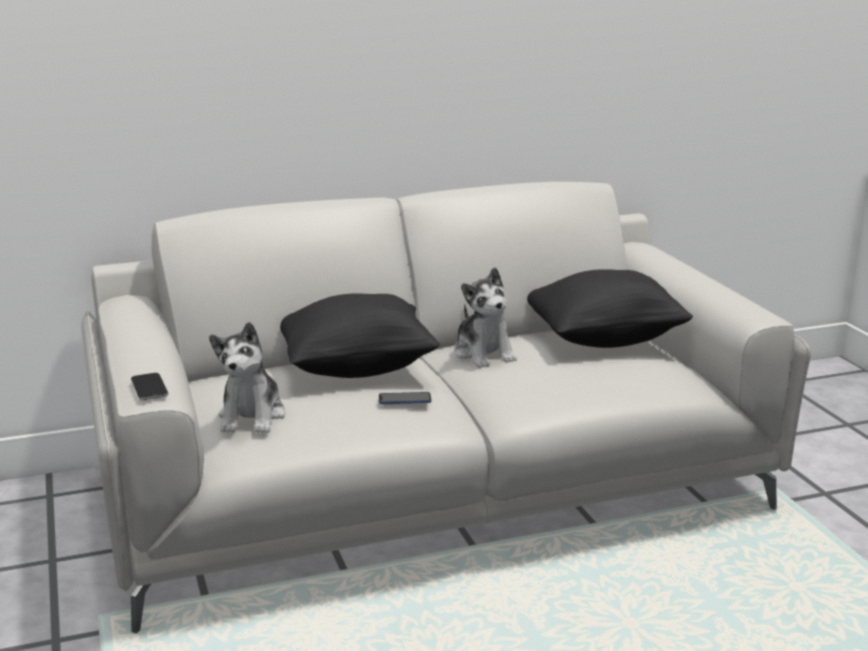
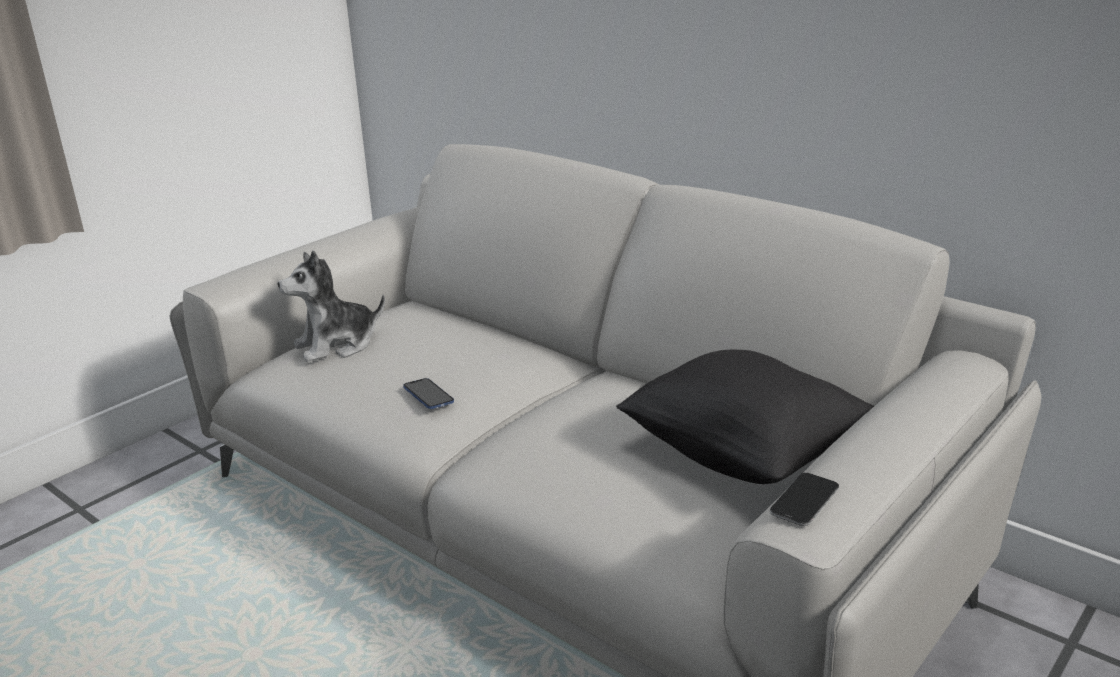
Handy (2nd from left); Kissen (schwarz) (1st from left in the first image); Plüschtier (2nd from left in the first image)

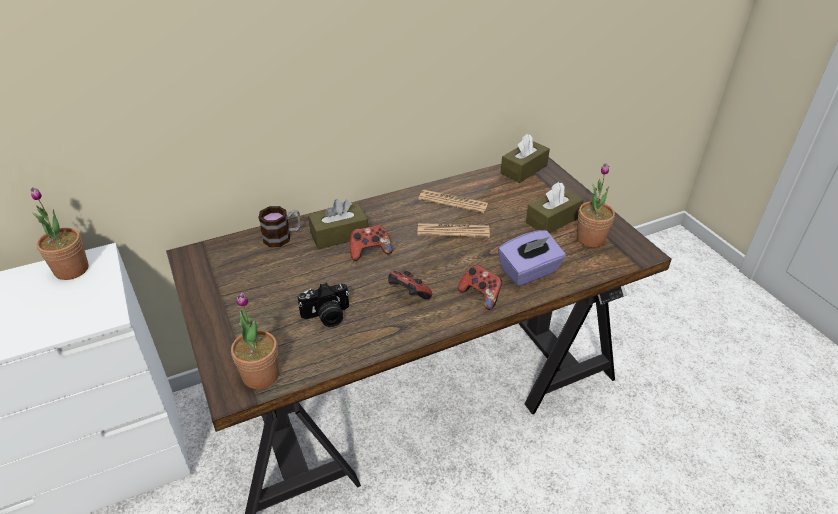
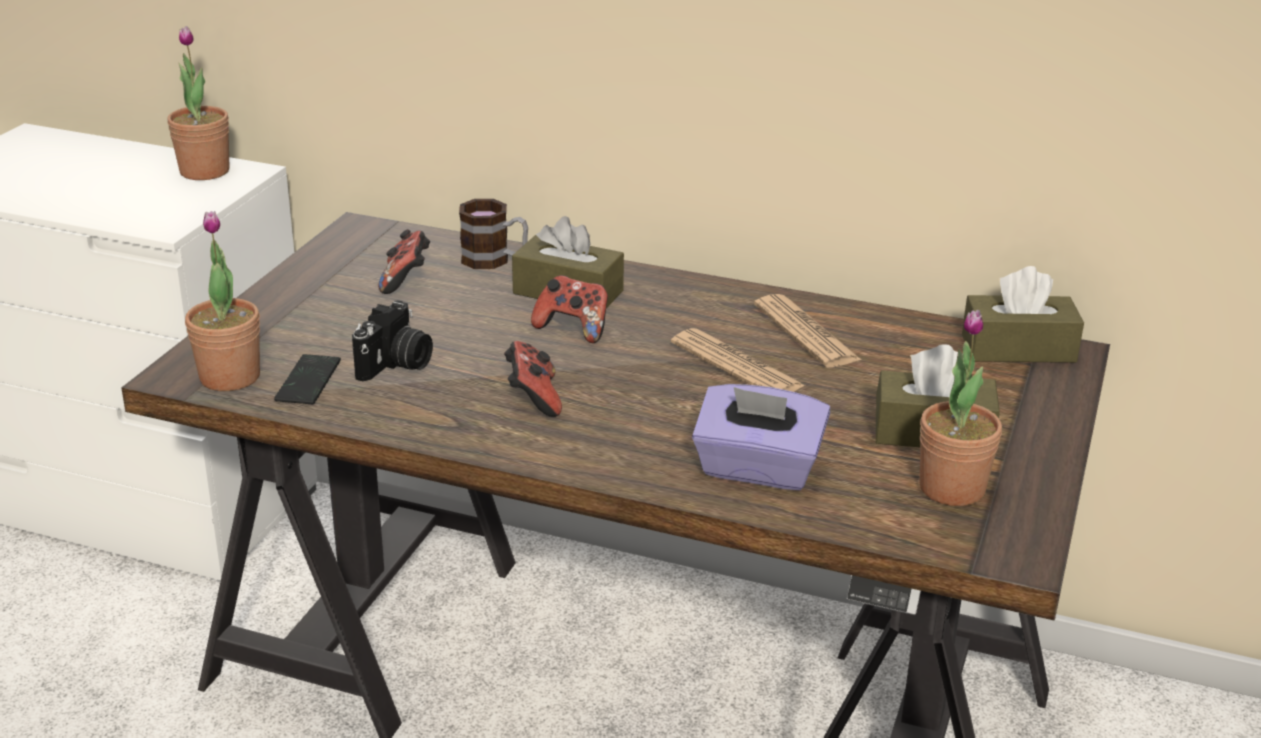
Handy; Kamera; Gamepad (1st from left)

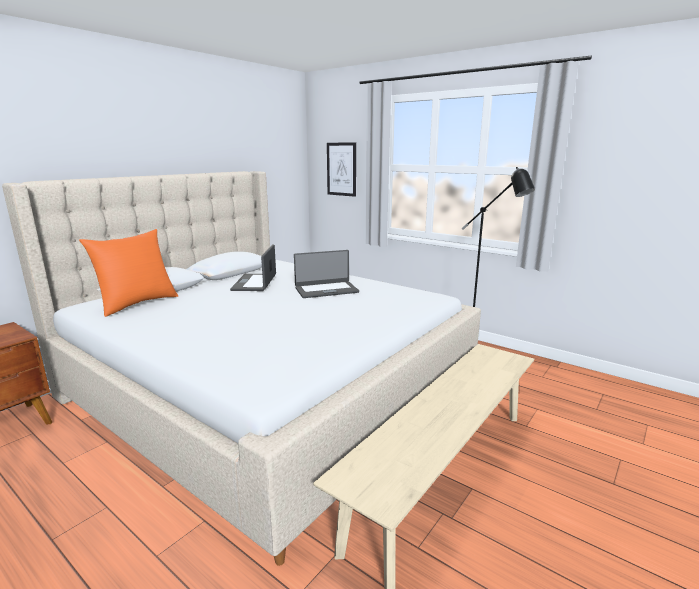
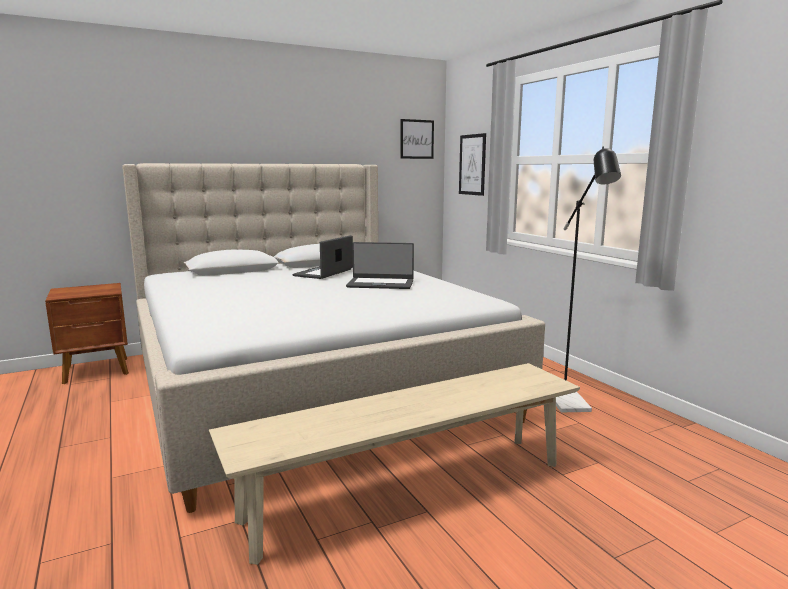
Bild (1st from left); Kissen (orange)

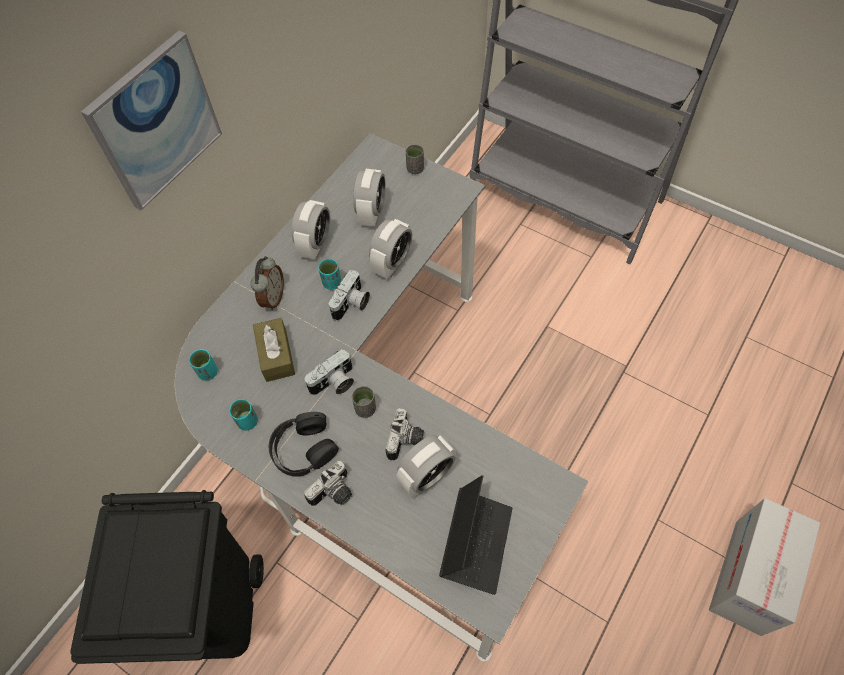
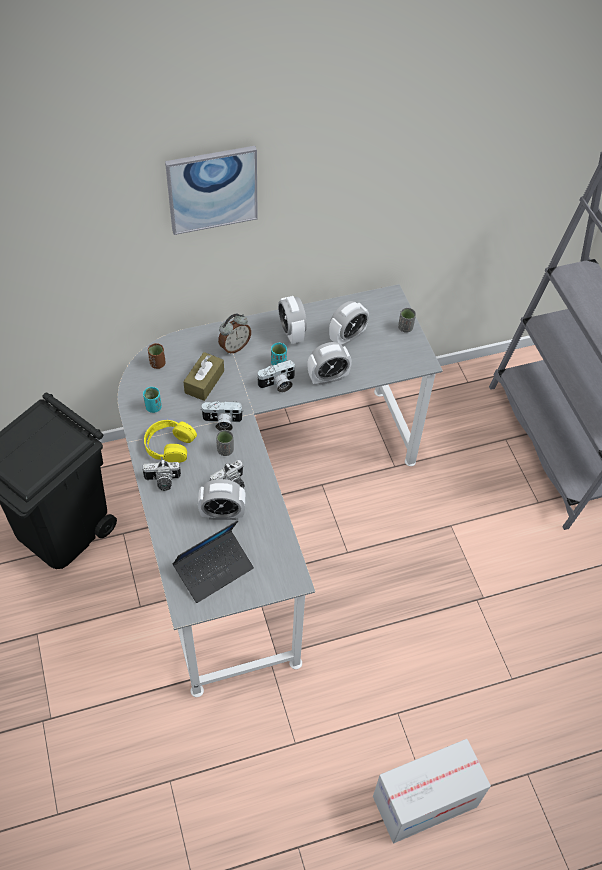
Kopfhörer (gelb); Tasse (braun); Wecker (3rd from left)

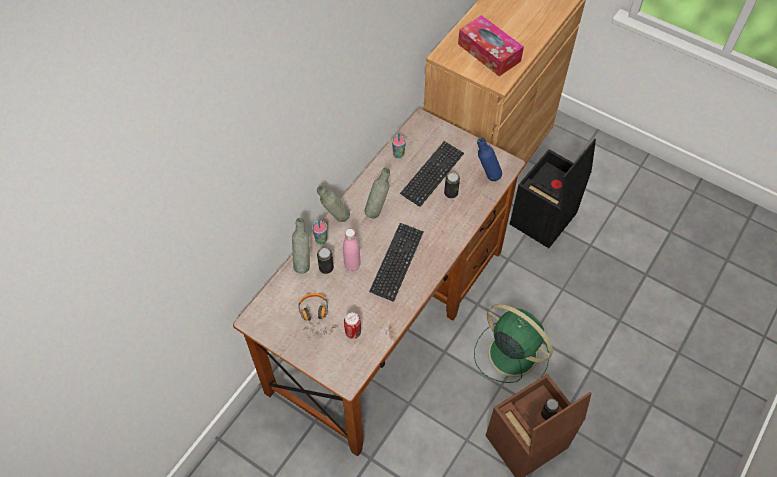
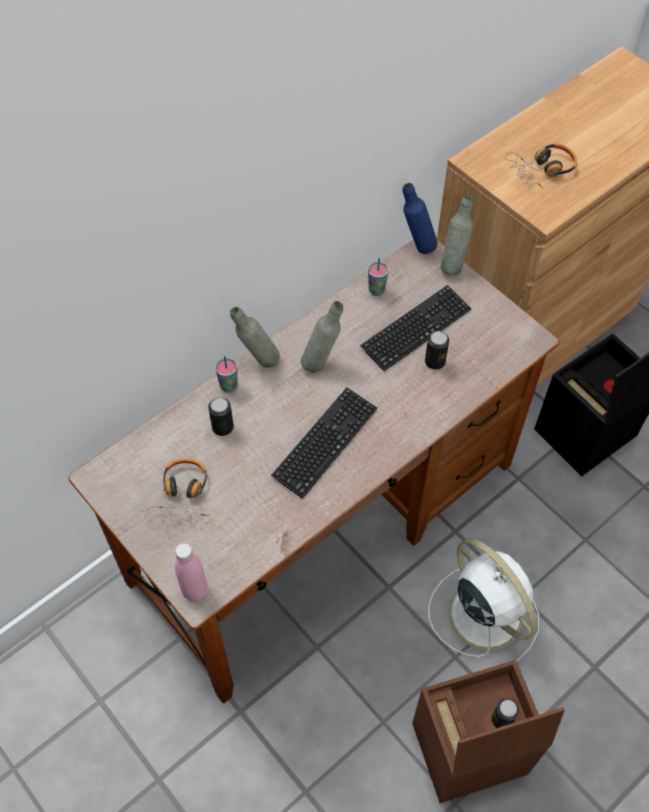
Flasche (rosa); Flasche (blau); Ventilator (weiß); Flasche (grau) (3rd from left); Kopfhörer (2nd from left); Dose (2nd from left in the first image)

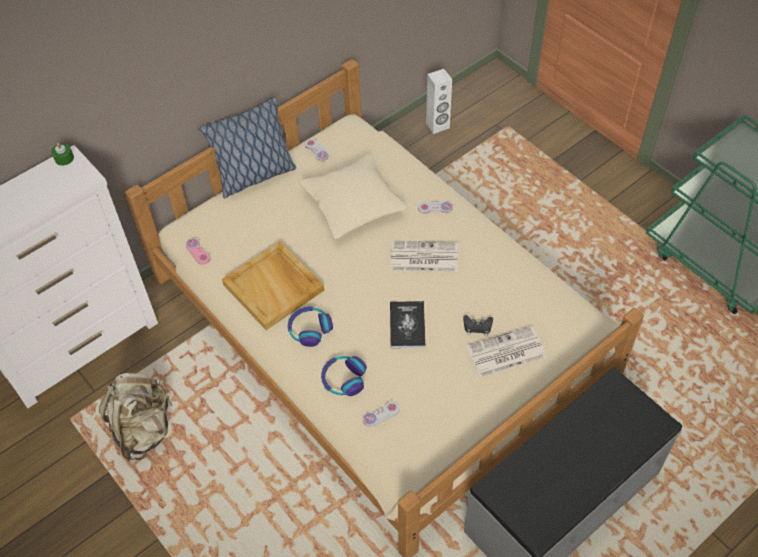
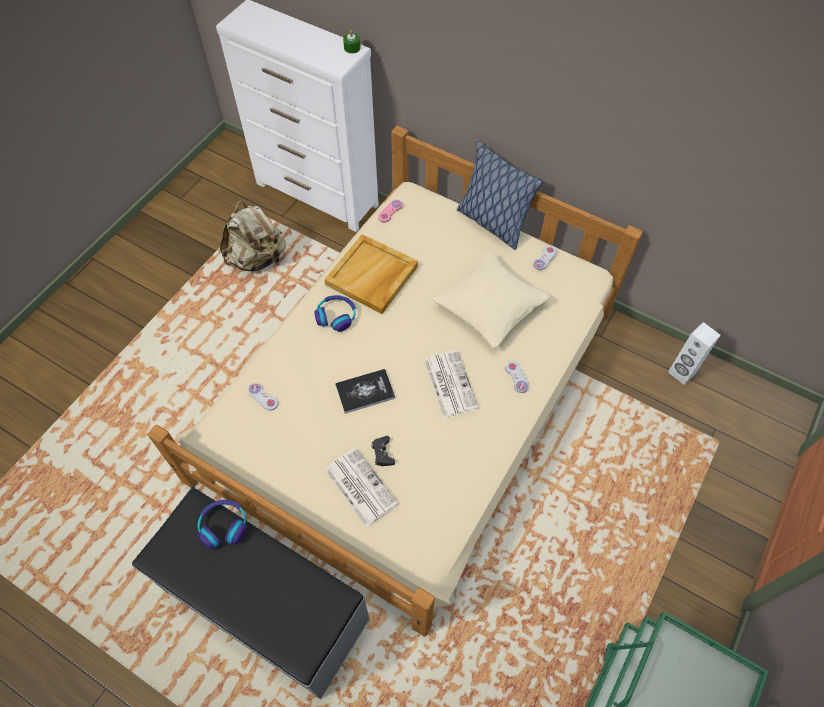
Kopfhörer (1st from left)

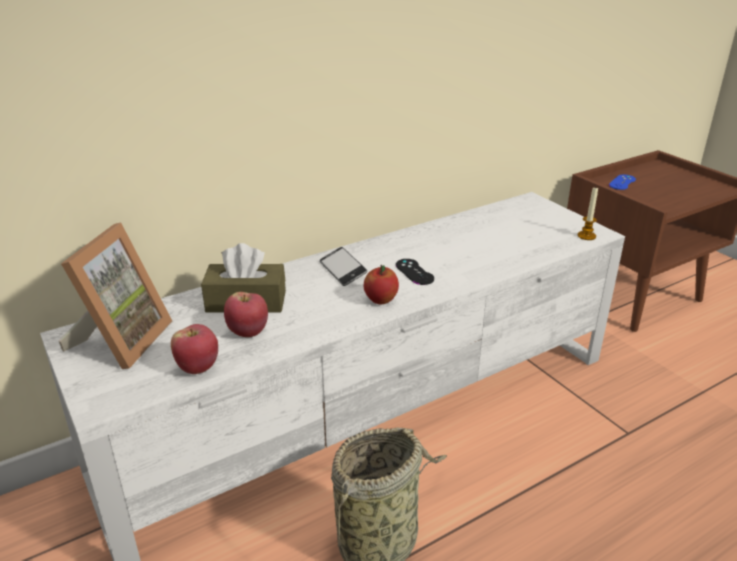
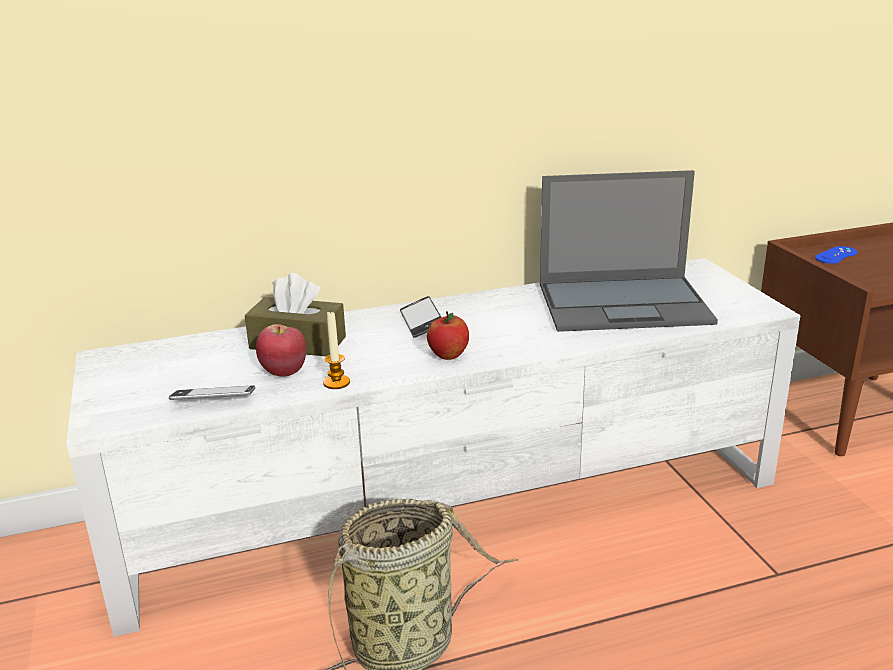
Handy (1st from left); Kerze; Laptop; Bilderrahmen; Gamepad (schwarz)

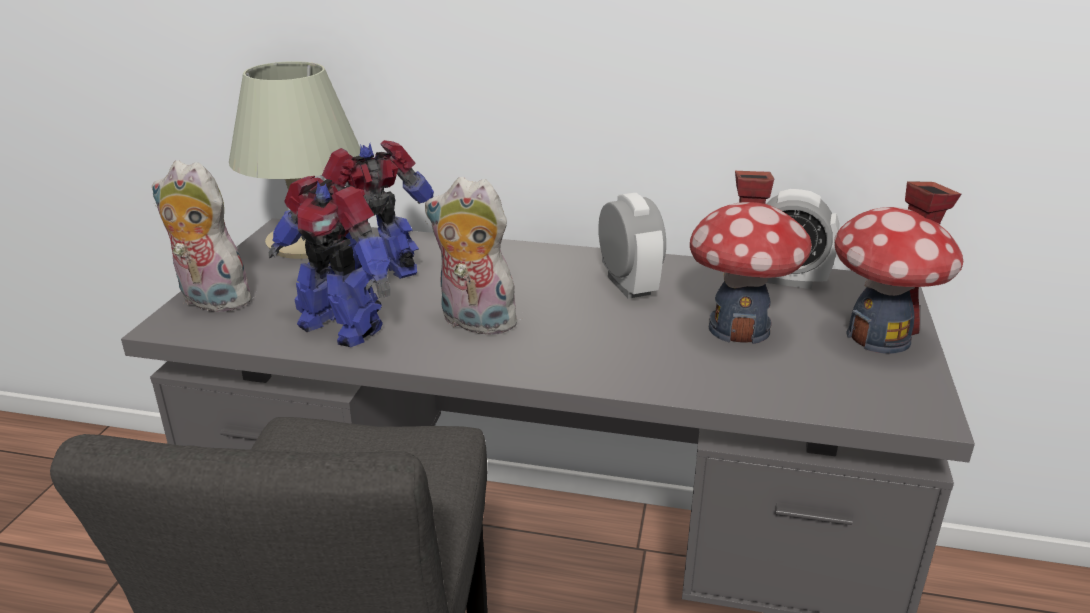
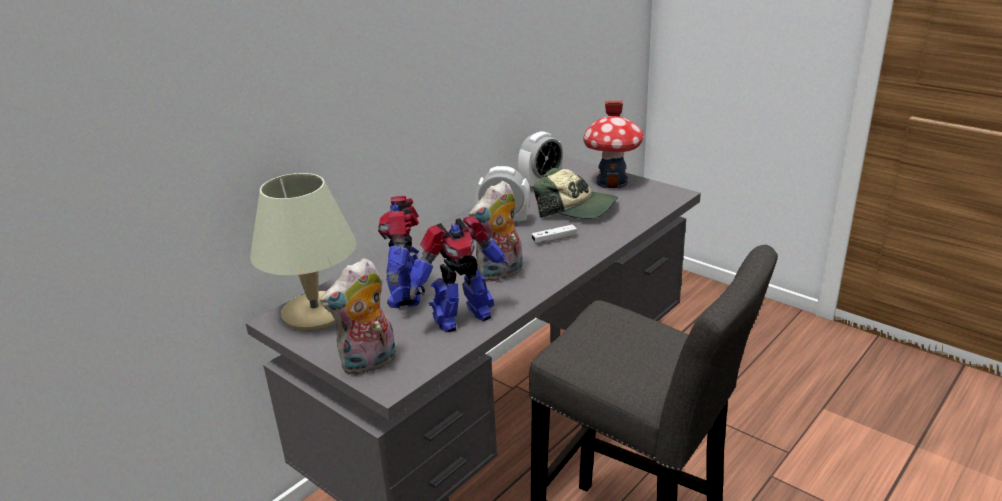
Gamepad (weiß); Kappe

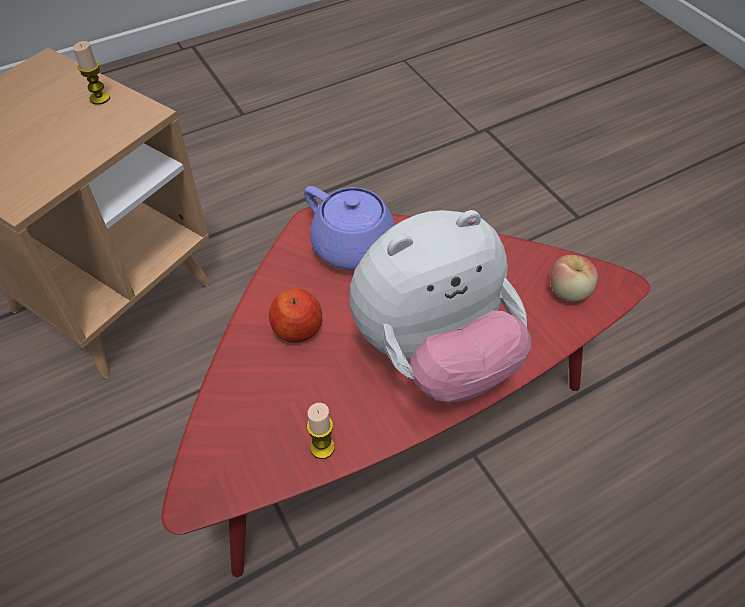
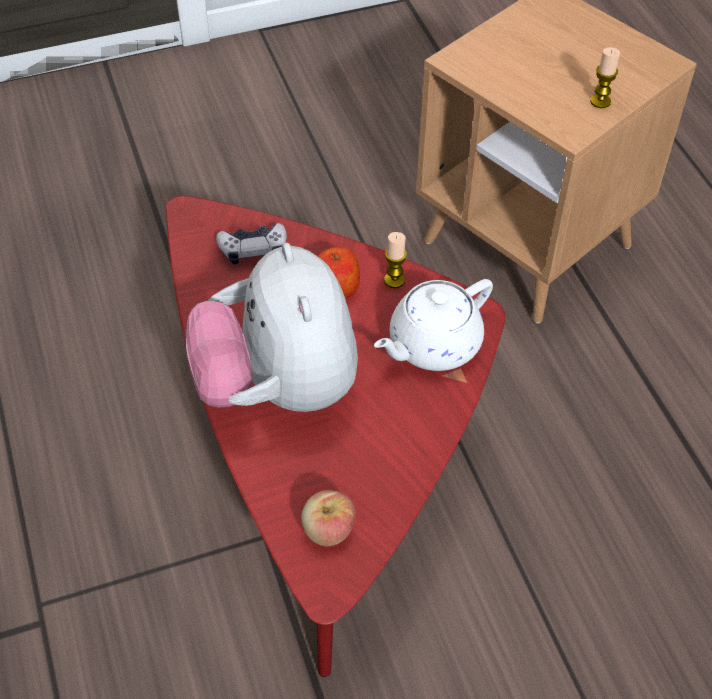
Gamepad; Teekanne (weiß); Kerze (1st from left)

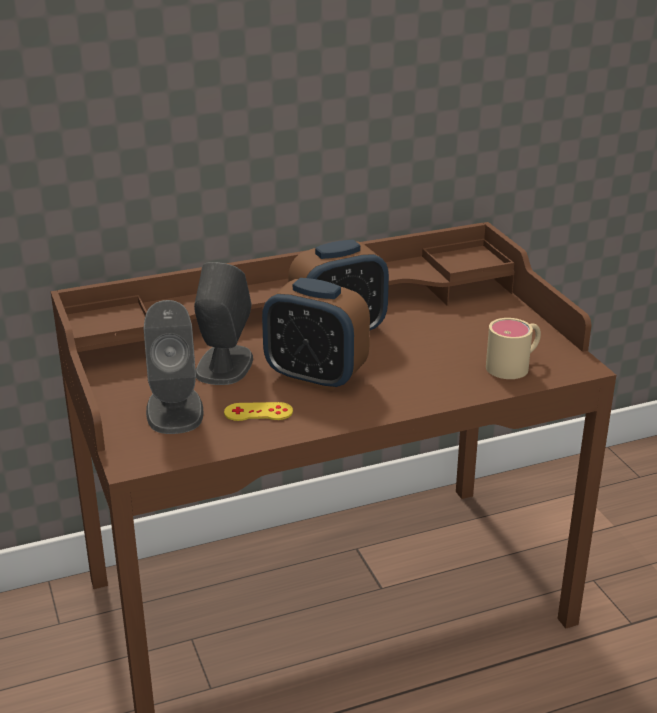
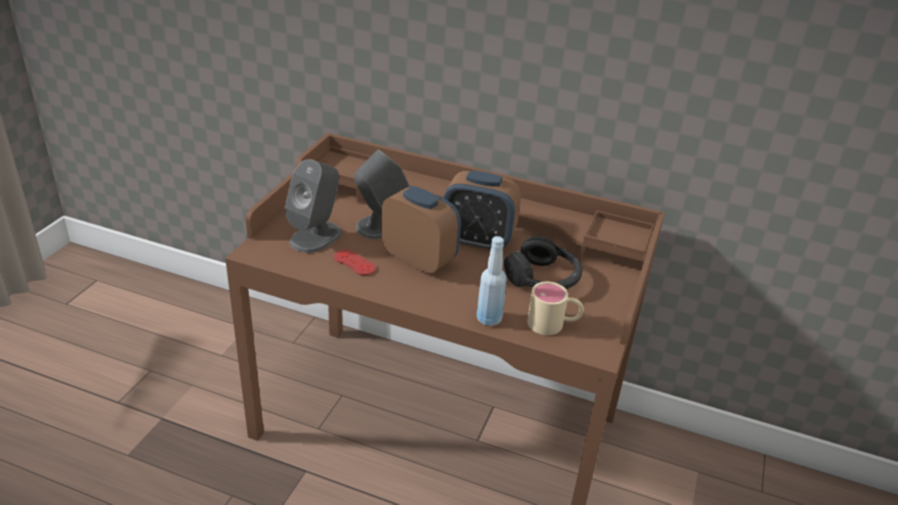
Gamepad (rot); Wecker (1st from left); Flasche (blau); Kopfhörer (schwarz)

